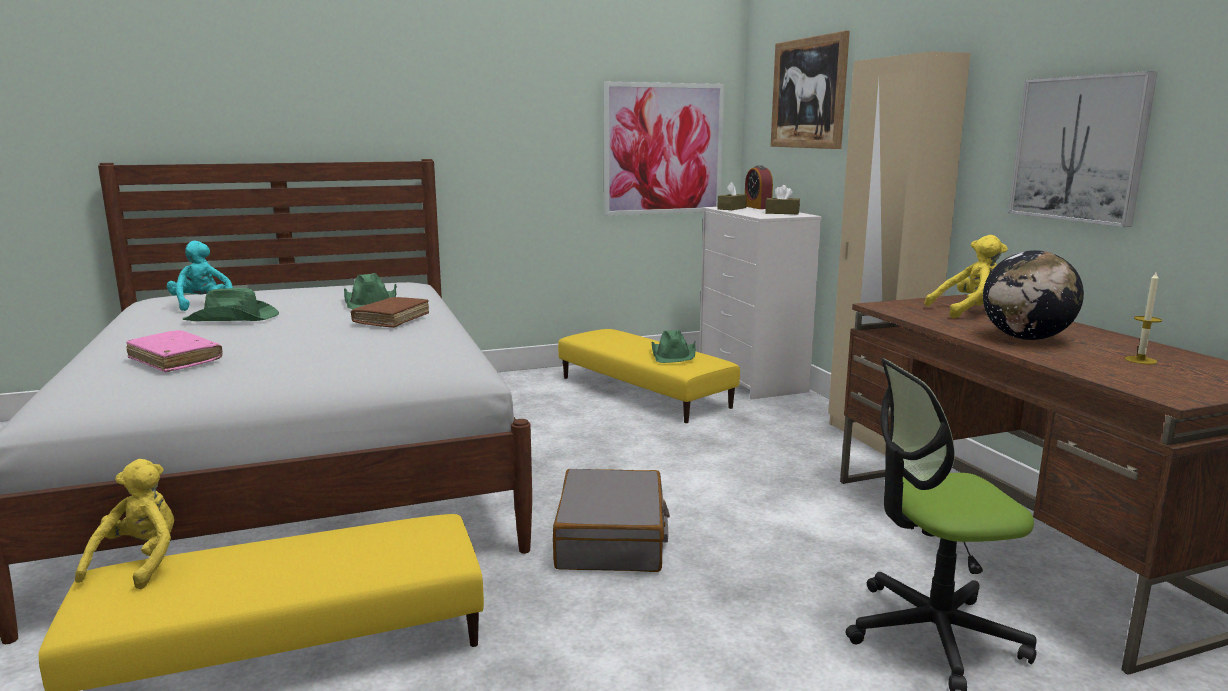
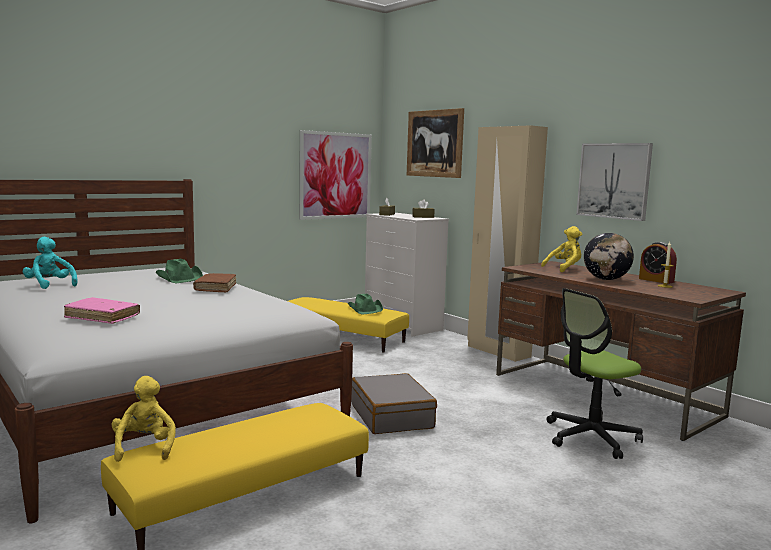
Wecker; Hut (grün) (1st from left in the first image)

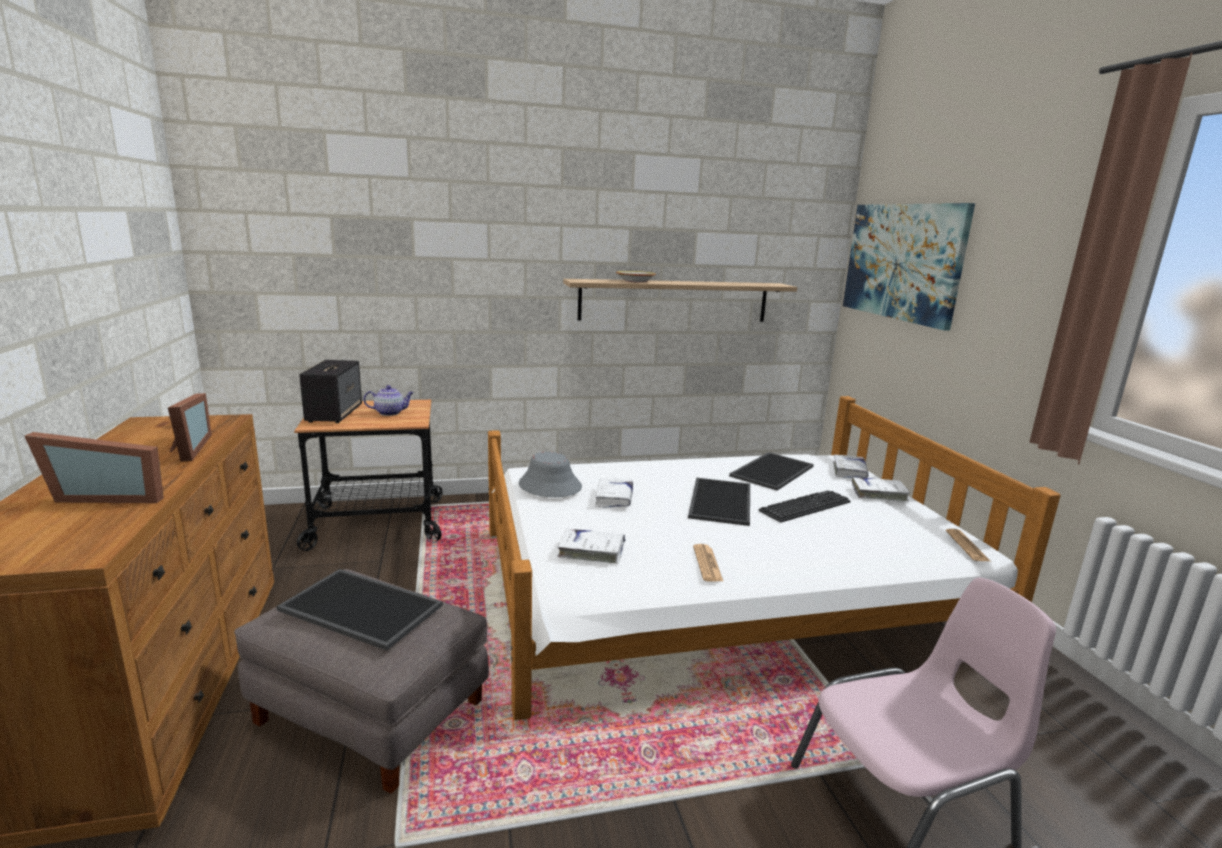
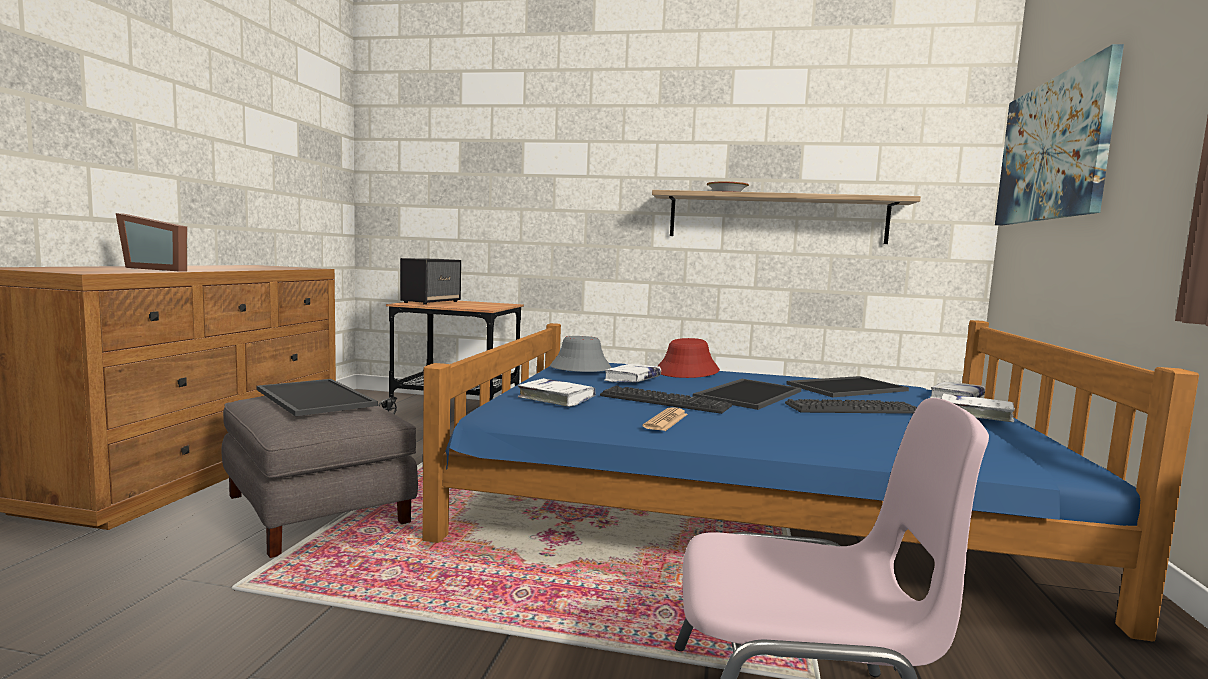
Bett (blau); Tastatur (1st from left); Hut (rot); Bilderrahmen (2nd from left in the first image); Teekanne; Zeitung (2nd from left in the first image)

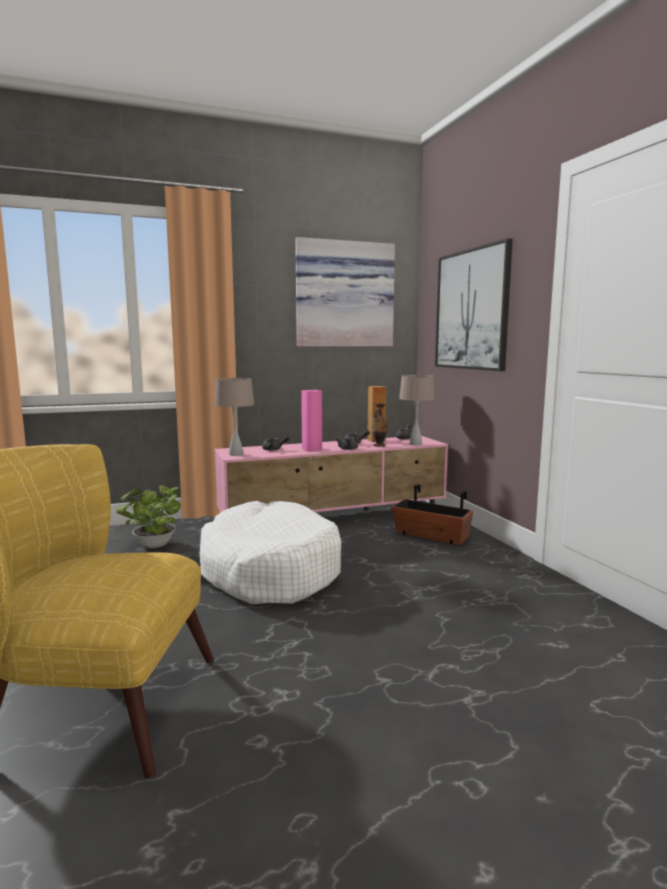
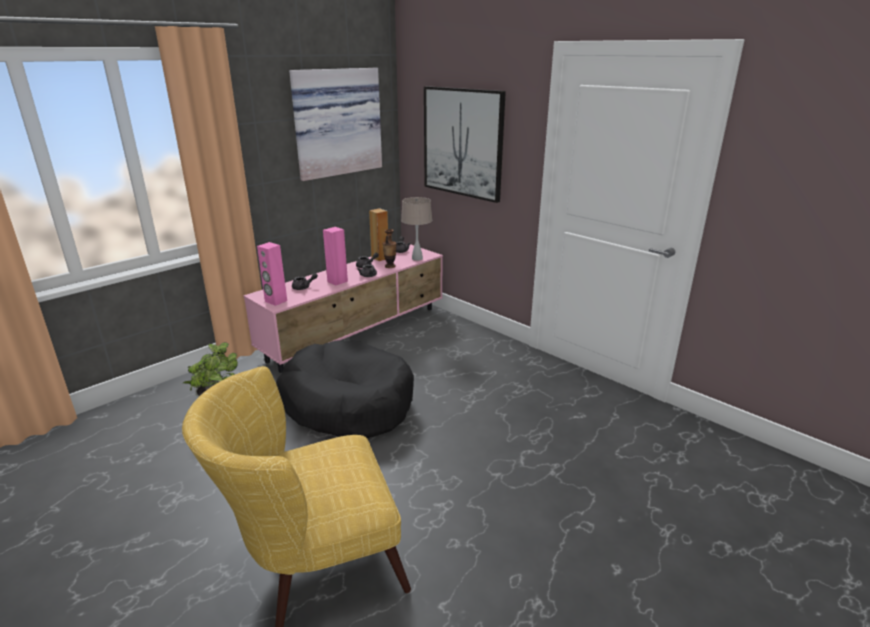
Lautsprecher (rosa) (1st from left); Hundebett (schwarz); Pflanzkübel

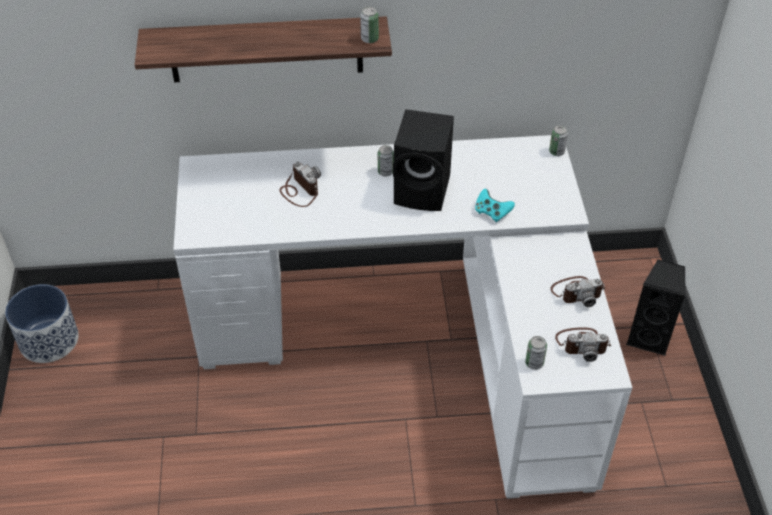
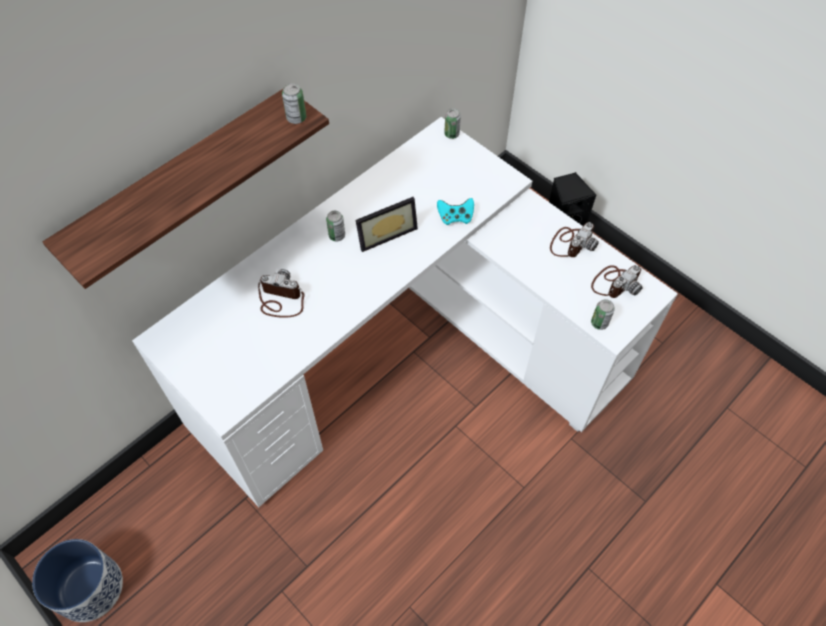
Bilderrahmen

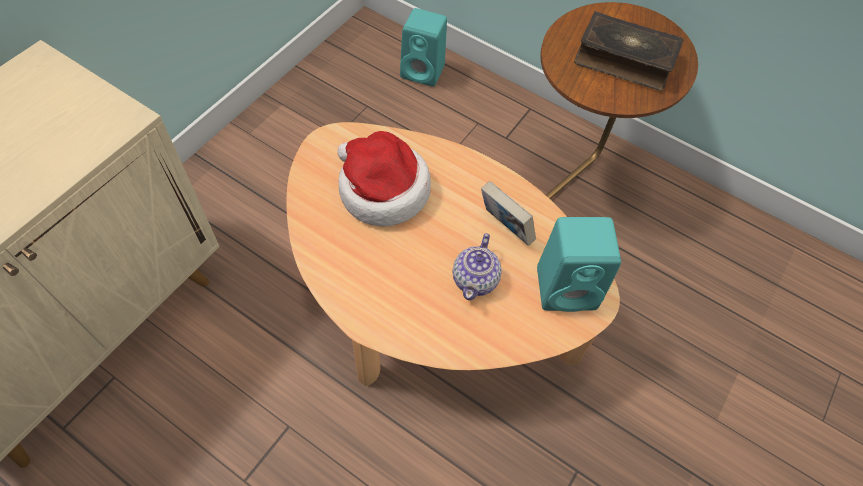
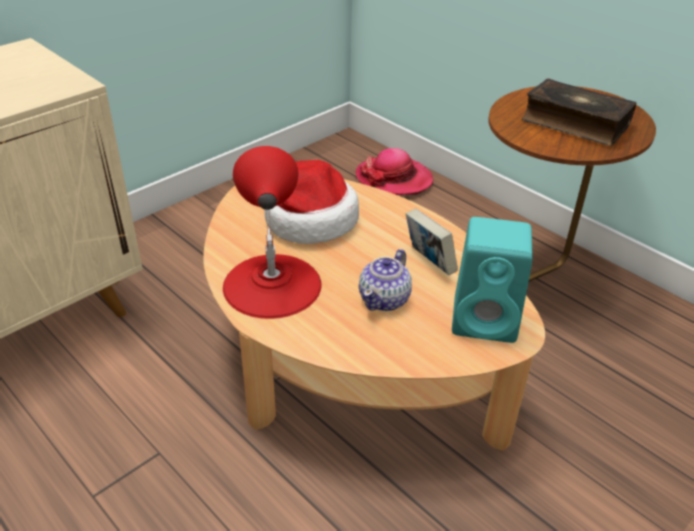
Tischlampe (rot); Hut (2nd from left)

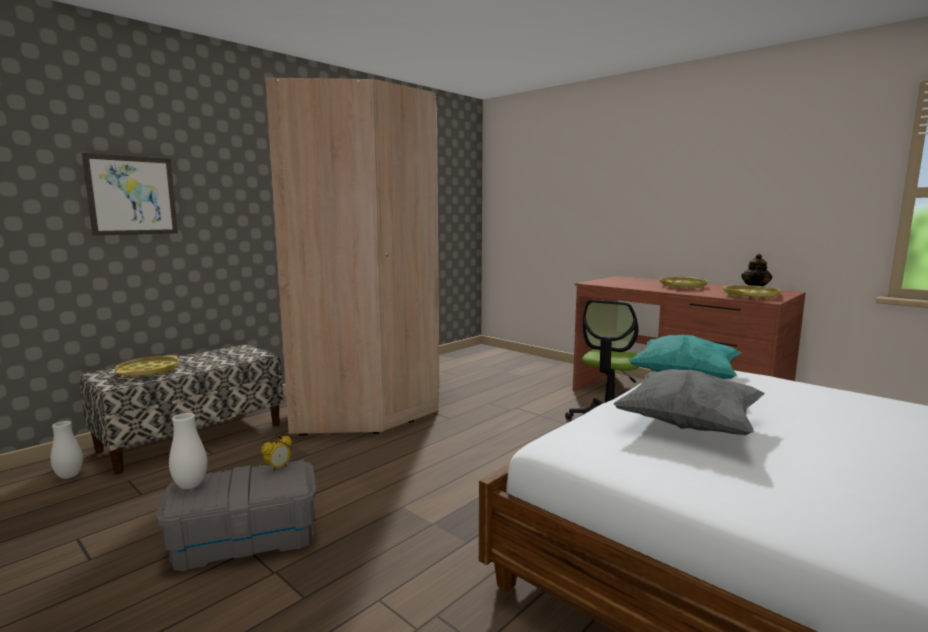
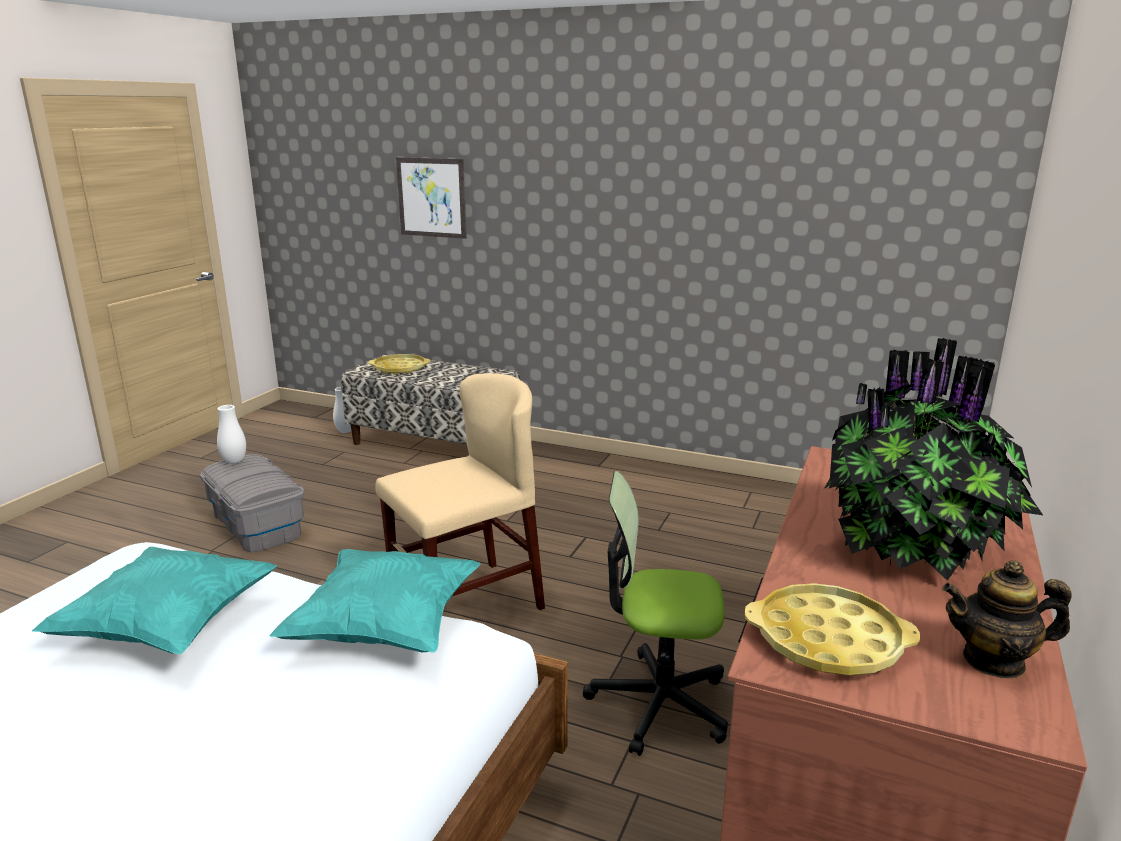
Kissen (türkis) (1st from left); Stuhl (beige); Topfpflanze; Wecker; Kleiderschrank (beige)

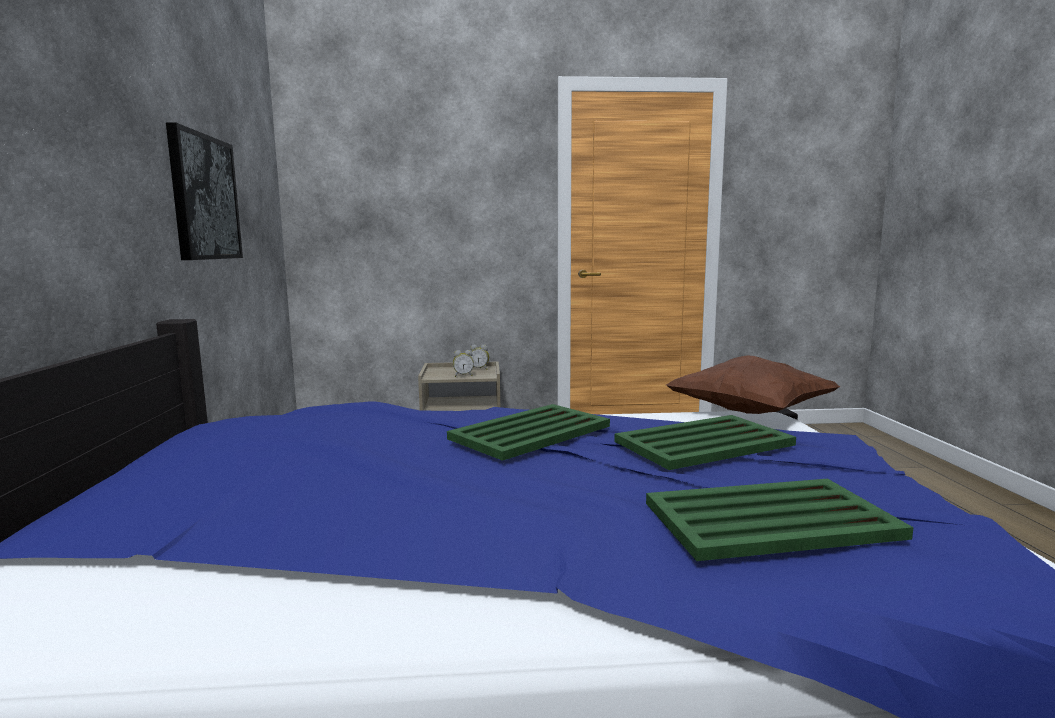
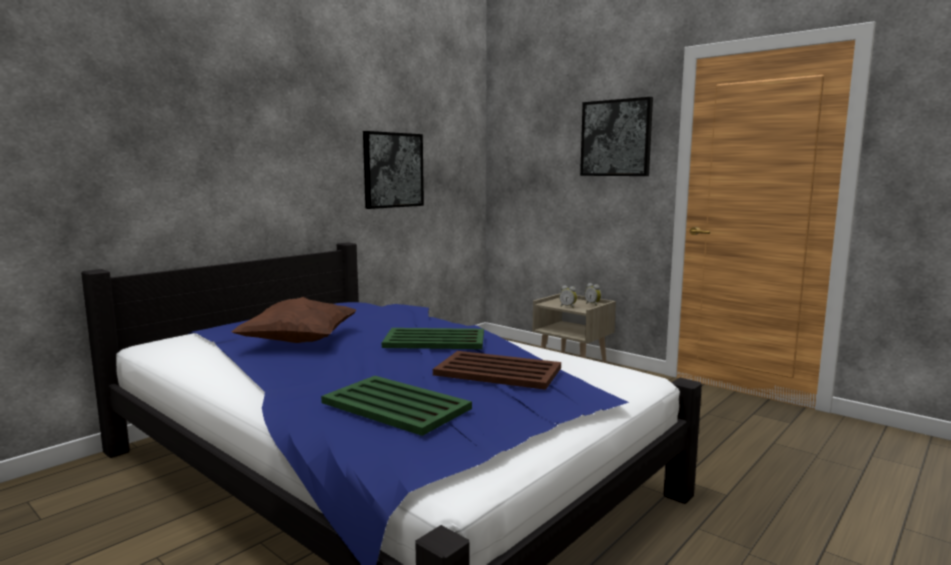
Kissen (braun); Tablett (braun); Bild (2nd from left)

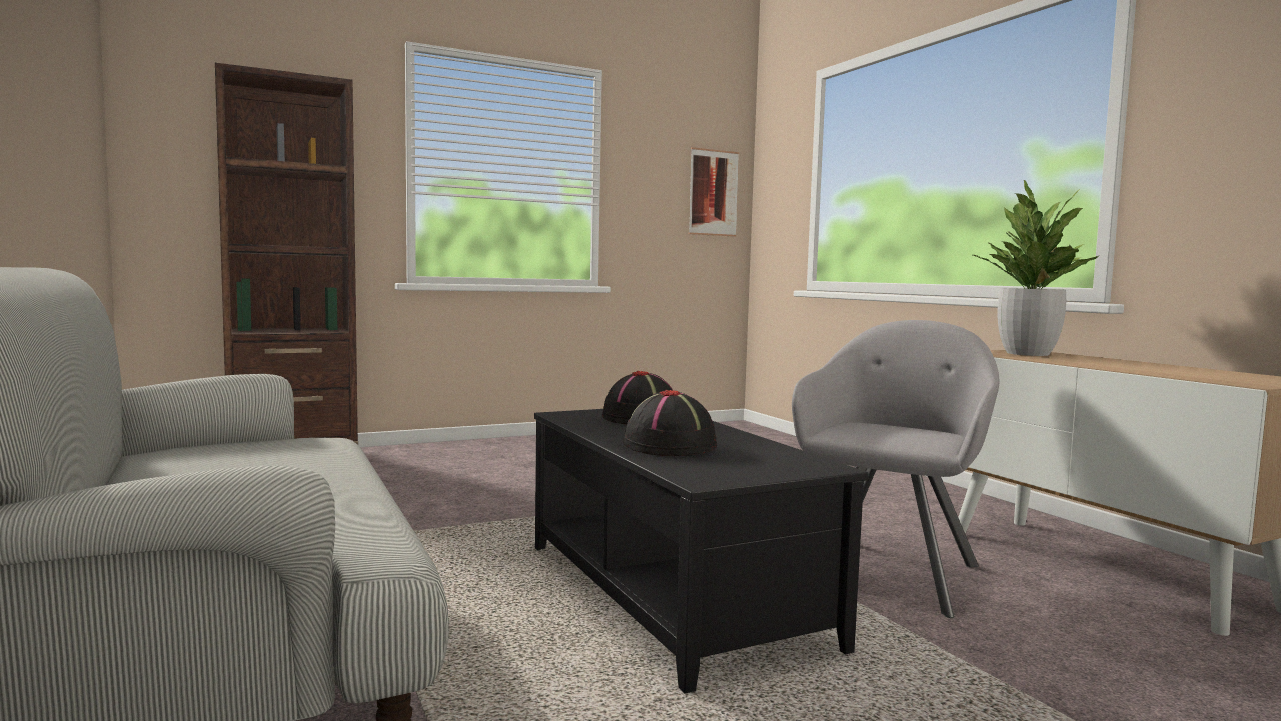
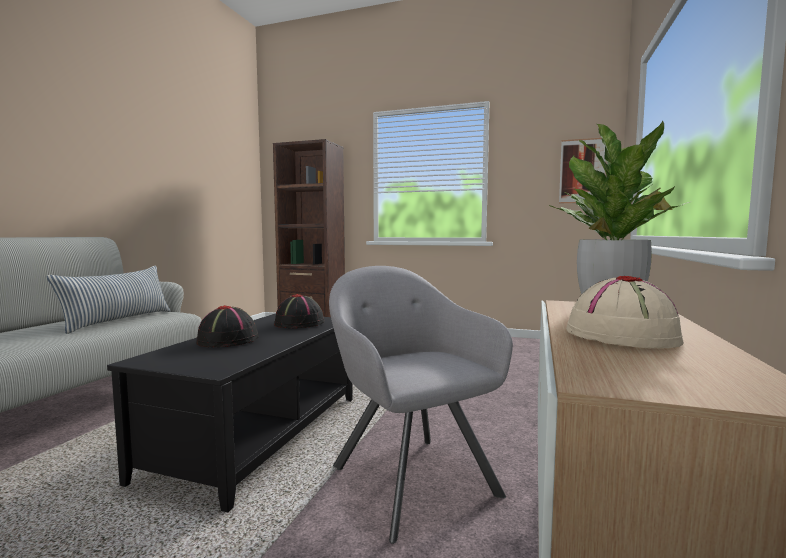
Kissen; Sessel (grau); Hut (beige)

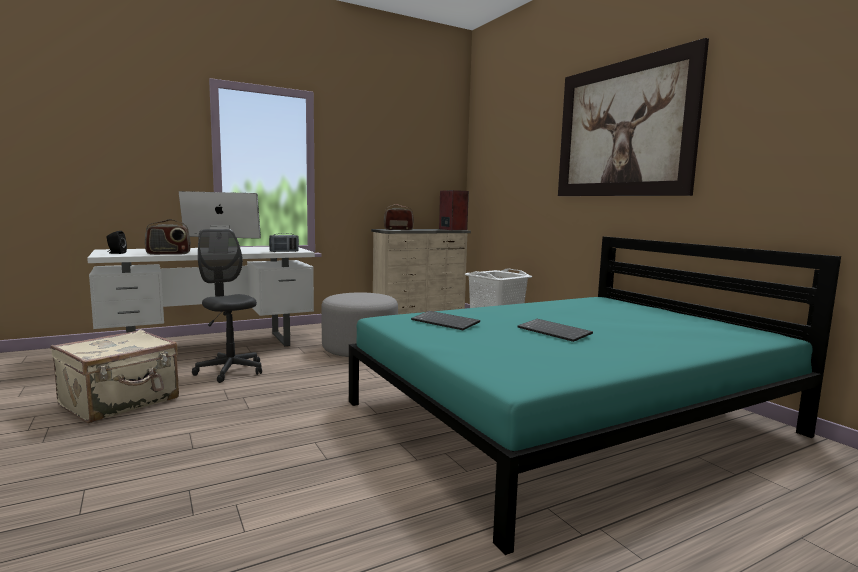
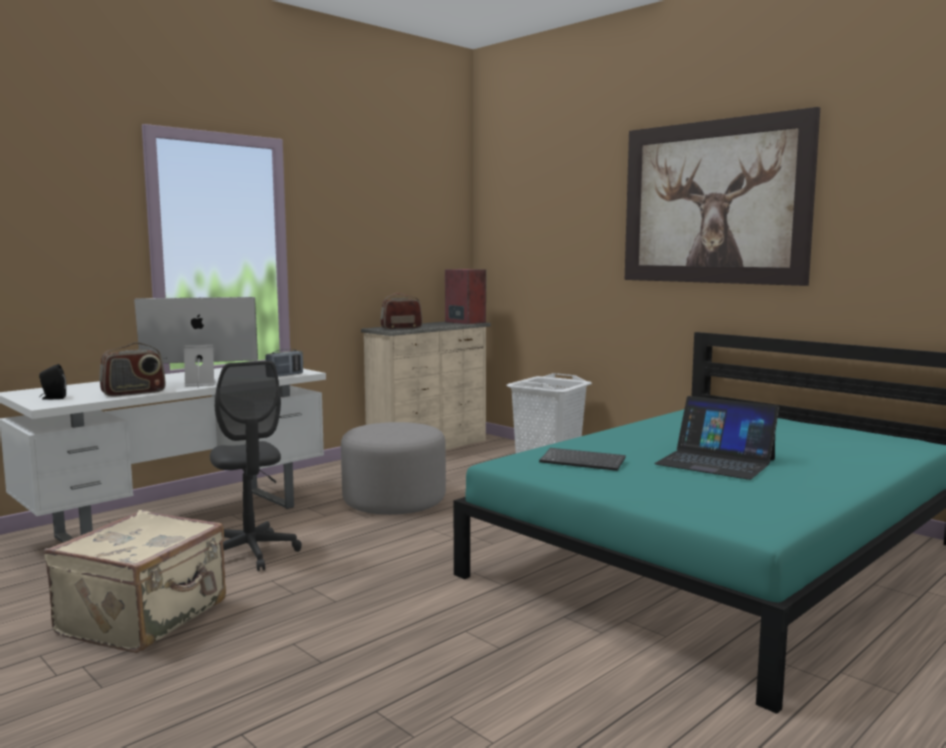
Bürostuhl (grau); Laptop

